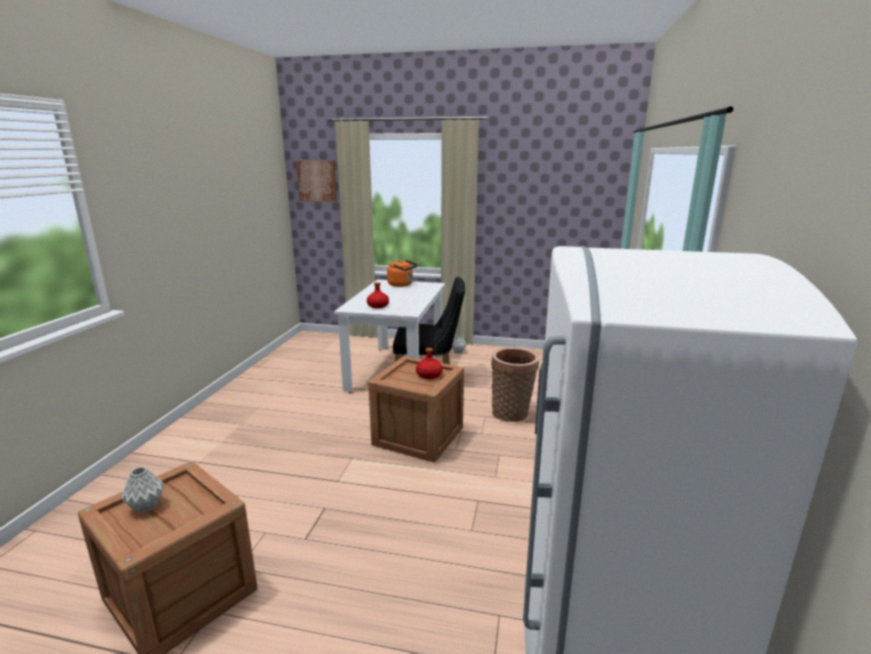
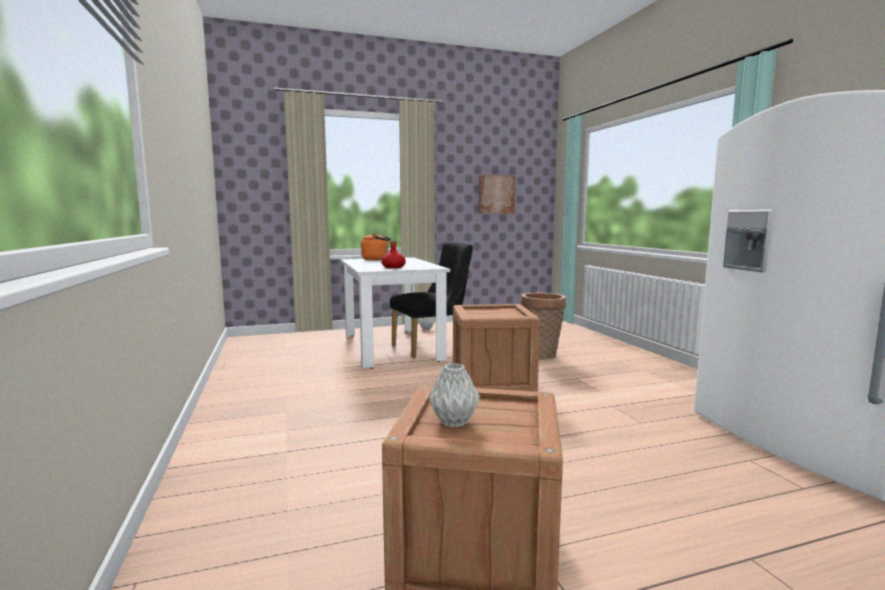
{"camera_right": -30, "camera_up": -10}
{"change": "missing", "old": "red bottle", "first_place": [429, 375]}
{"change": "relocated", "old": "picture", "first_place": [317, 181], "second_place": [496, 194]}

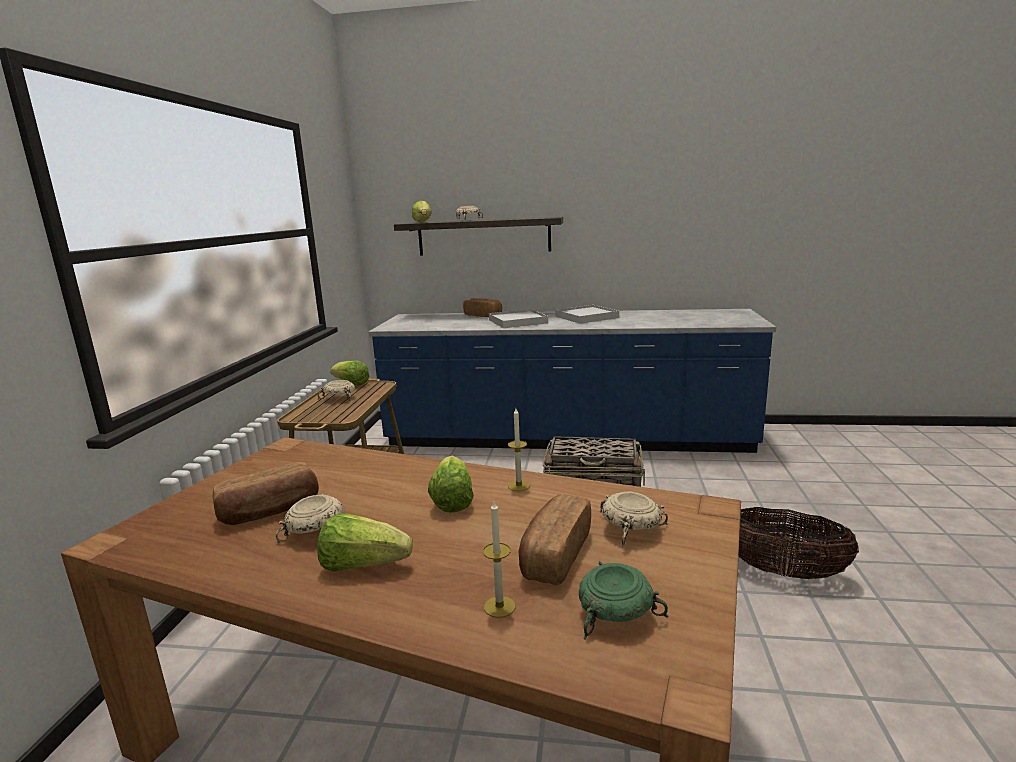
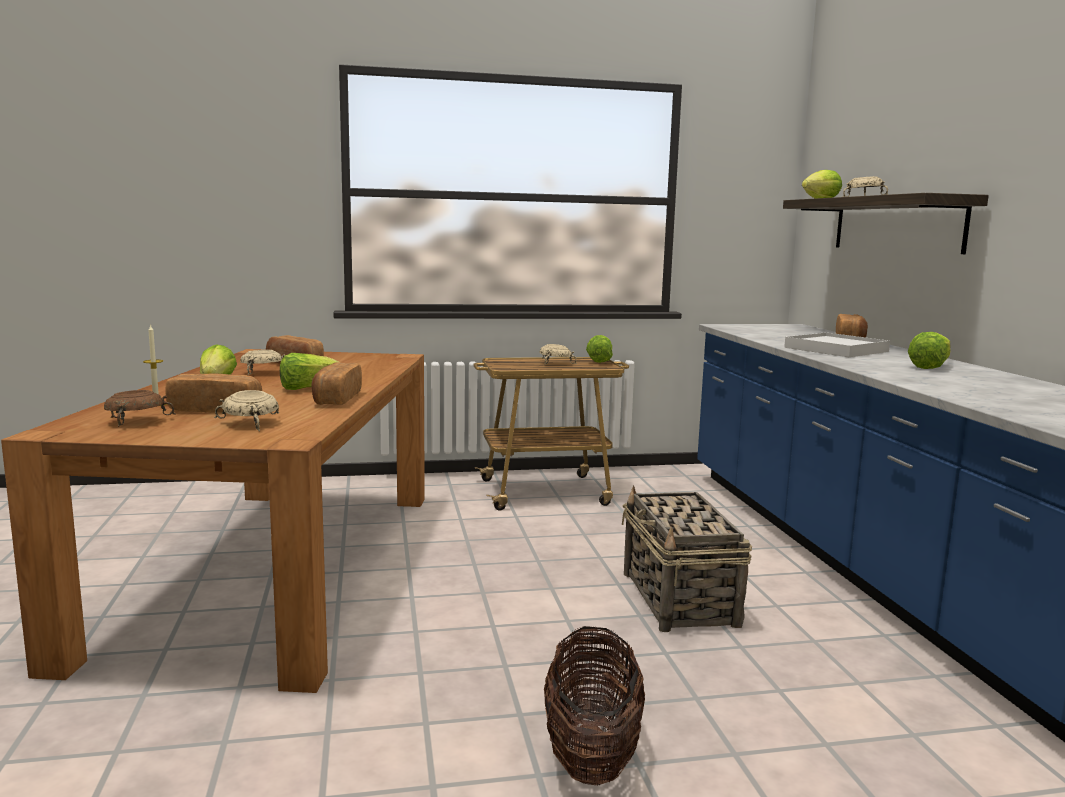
{"camera_right": 70, "camera_up": -5}
{"change": "exchanged", "old": "candle", "new": "bread", "first_place": [519, 486], "second_place": [336, 399]}
{"change": "exchanged", "old": "white tray", "new": "lettuce", "first_place": [586, 317], "second_place": [929, 367]}
{"change": "colour", "old": "green bowl", "new": "brown bowl", "first_place": [615, 612], "second_place": [136, 422]}

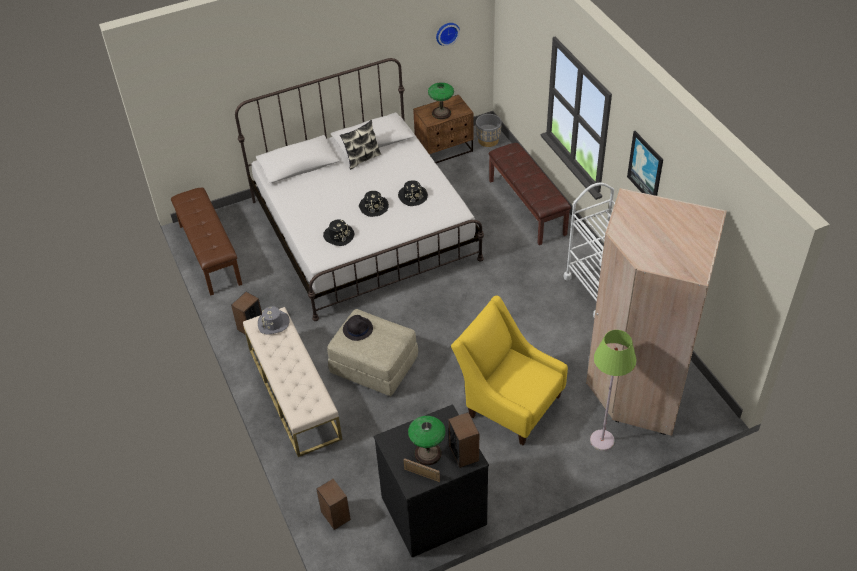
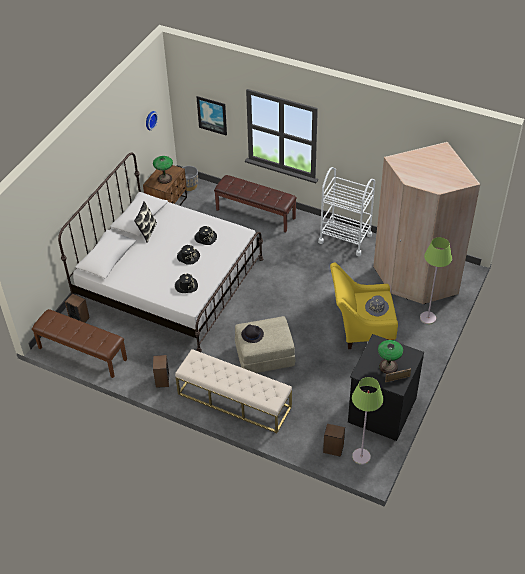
{"camera_right": -40, "camera_up": 0}
{"change": "appeared", "new": "green floor lamp", "second_place": [361, 457]}
{"change": "relocated", "old": "grey hat", "first_place": [273, 323], "second_place": [377, 307]}
{"change": "relocated", "old": "speaker", "first_place": [464, 453], "second_place": [79, 318]}
{"change": "relocated", "old": "picture", "first_place": [646, 168], "second_place": [212, 115]}

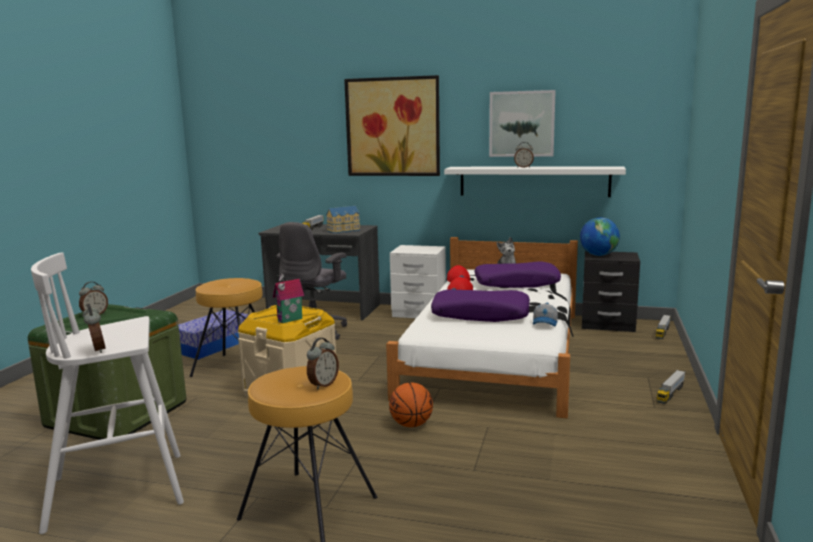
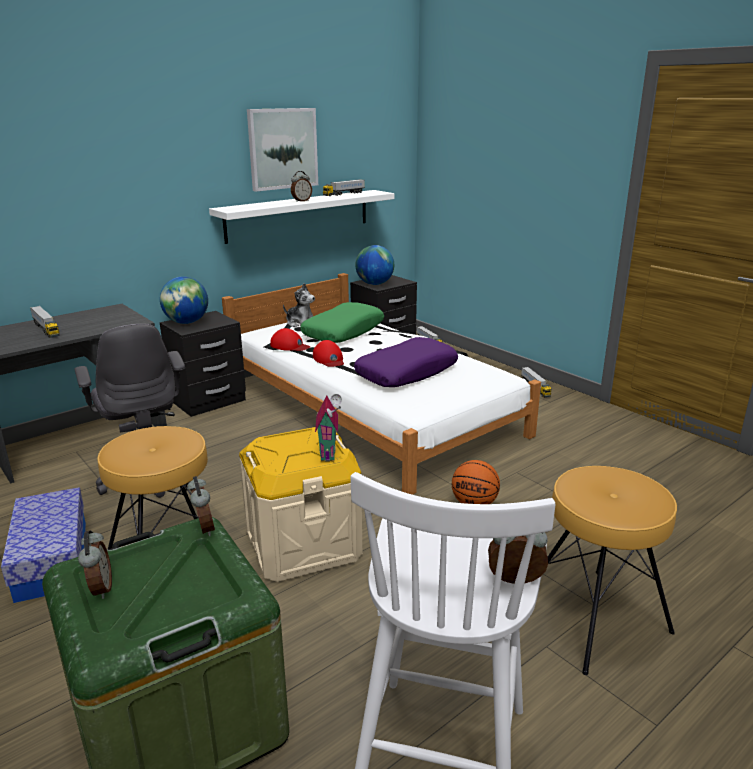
{"camera_right": -55, "camera_up": 10}
{"change": "missing", "old": "toy house", "first_place": [344, 230]}
{"change": "missing", "old": "picture", "first_place": [393, 127]}
{"change": "missing", "old": "cap", "first_place": [545, 323]}
{"change": "appeared", "new": "globe", "second_place": [187, 322]}
{"change": "appeared", "new": "toy truck", "second_place": [344, 194]}
{"change": "relocated", "old": "alarm clock", "first_place": [322, 385], "second_place": [203, 529]}
{"change": "colour", "old": "white nightstand", "new": "black nightstand", "first_place": [419, 313], "second_place": [208, 400]}
{"change": "colour", "old": "purple pillow", "new": "green pillow", "first_place": [516, 283], "second_place": [343, 332]}

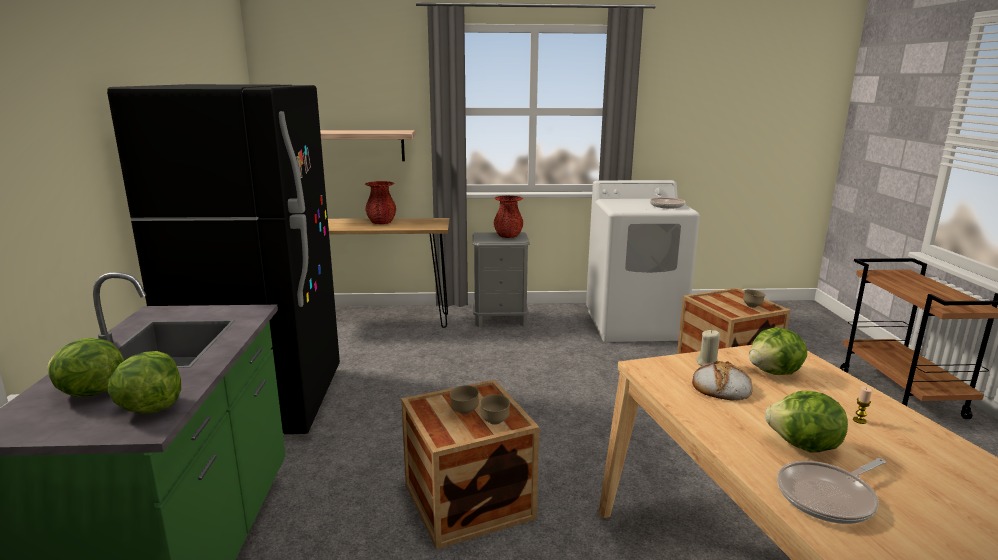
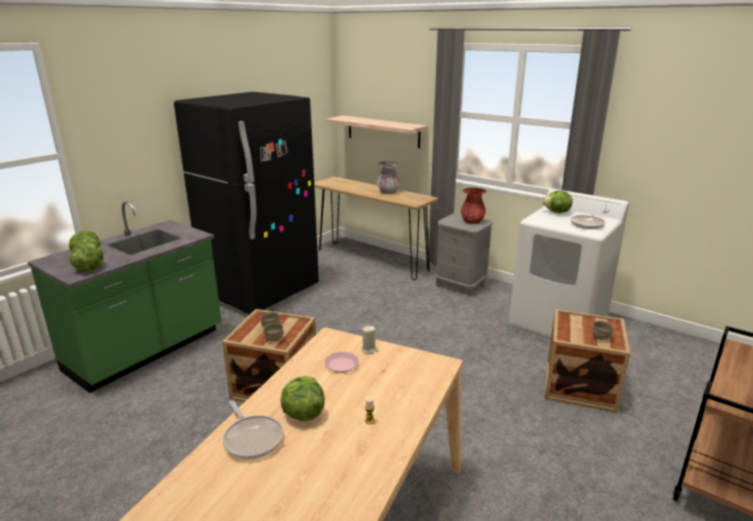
{"camera_right": 40, "camera_up": 5}
{"change": "relocated", "old": "lettuce", "first_place": [774, 373], "second_place": [557, 212]}
{"change": "exchanged", "old": "bread", "new": "pink plate", "first_place": [720, 387], "second_place": [341, 365]}
{"change": "colour", "old": "red vase", "new": "grey vase", "first_place": [381, 222], "second_place": [388, 192]}
{"change": "spun", "old": "frying pan", "first_place": [829, 497], "second_place": [252, 438], "degrees": -135}

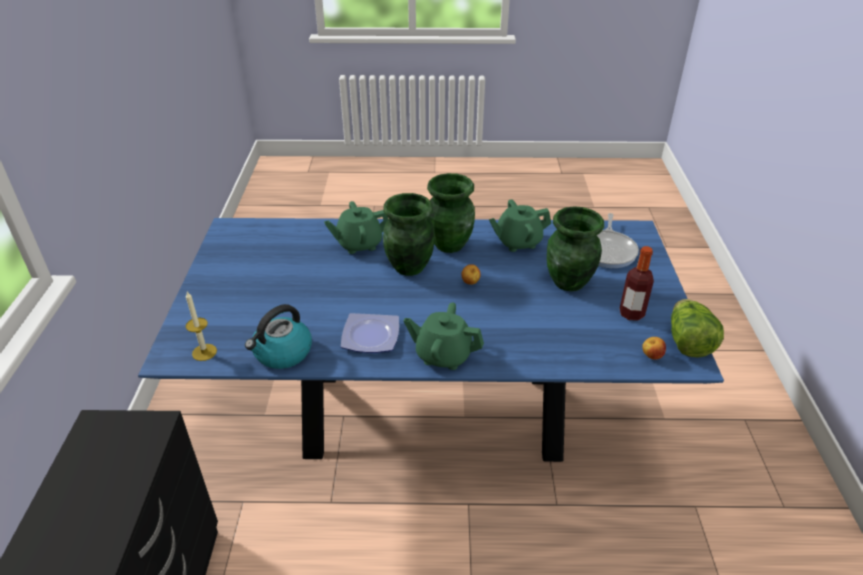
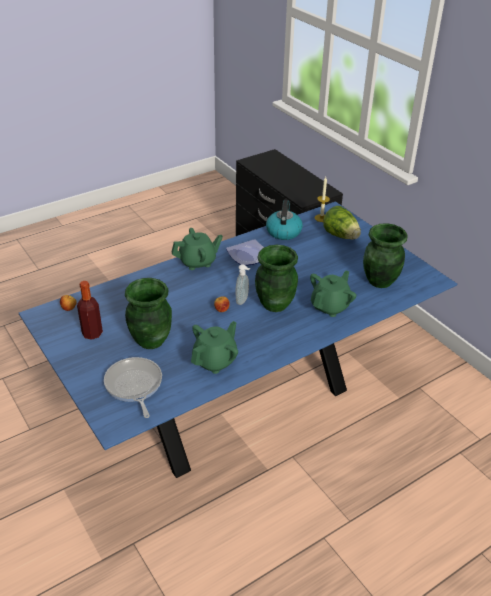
{"camera_right": 145, "camera_up": 0}
{"change": "appeared", "new": "soap dispenser", "second_place": [243, 301]}
{"change": "relocated", "old": "green vase", "first_place": [450, 244], "second_place": [380, 281]}
{"change": "relocated", "old": "lettuce", "first_place": [687, 342], "second_place": [341, 236]}

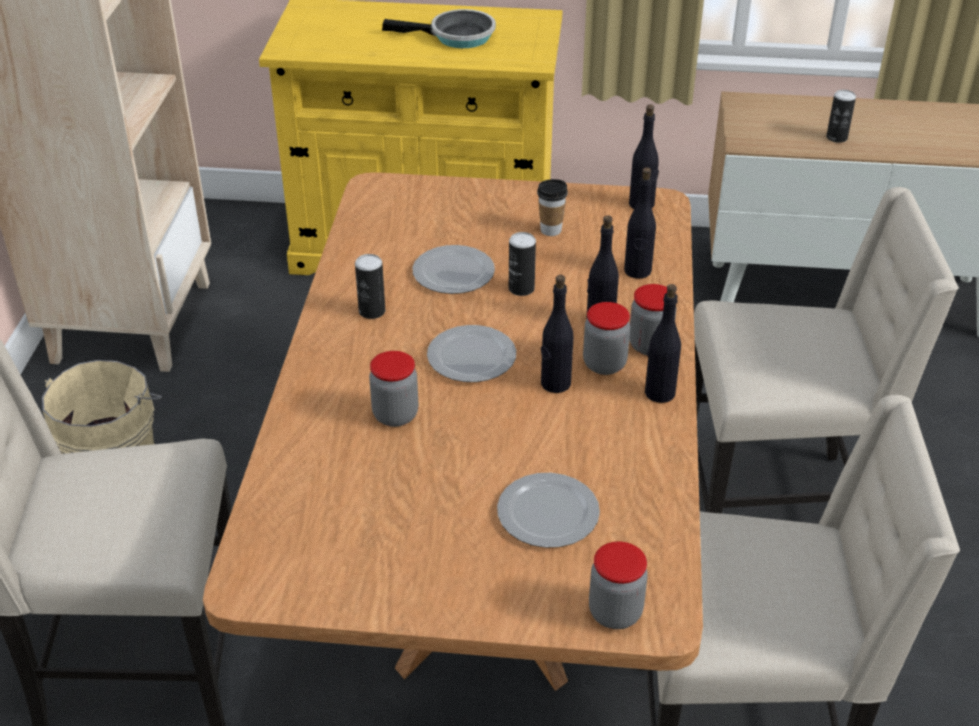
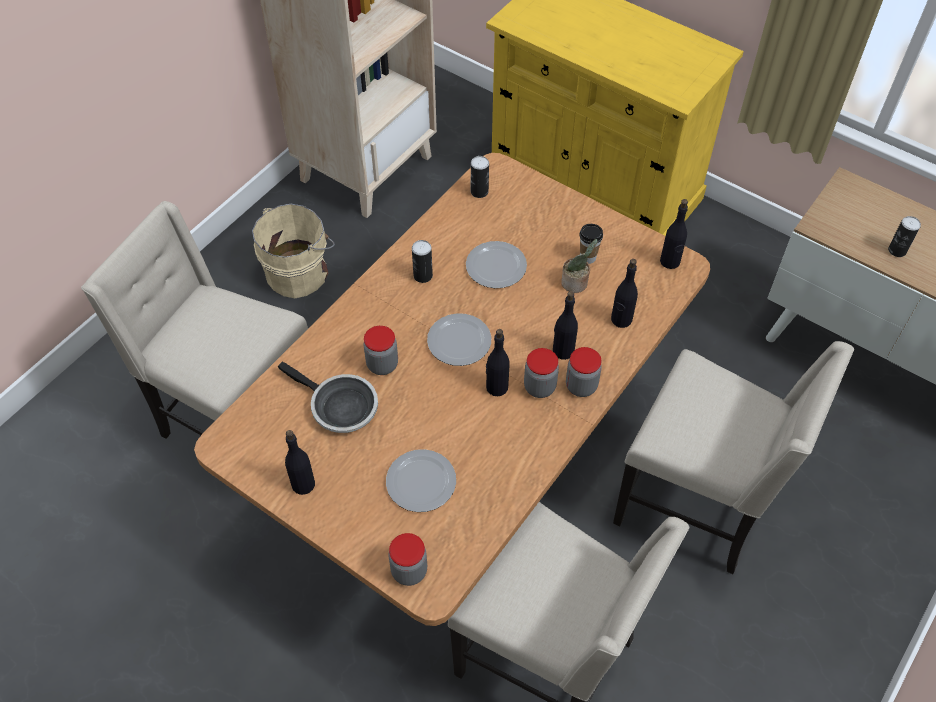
{"camera_right": 30, "camera_up": 15}
{"change": "appeared", "new": "potted plant", "second_place": [576, 283]}
{"change": "relocated", "old": "frying pan", "first_place": [456, 37], "second_place": [339, 407]}
{"change": "relocated", "old": "can", "first_place": [521, 288], "second_place": [479, 191]}
{"change": "relocated", "old": "black bottle", "first_place": [659, 393], "second_place": [303, 484]}

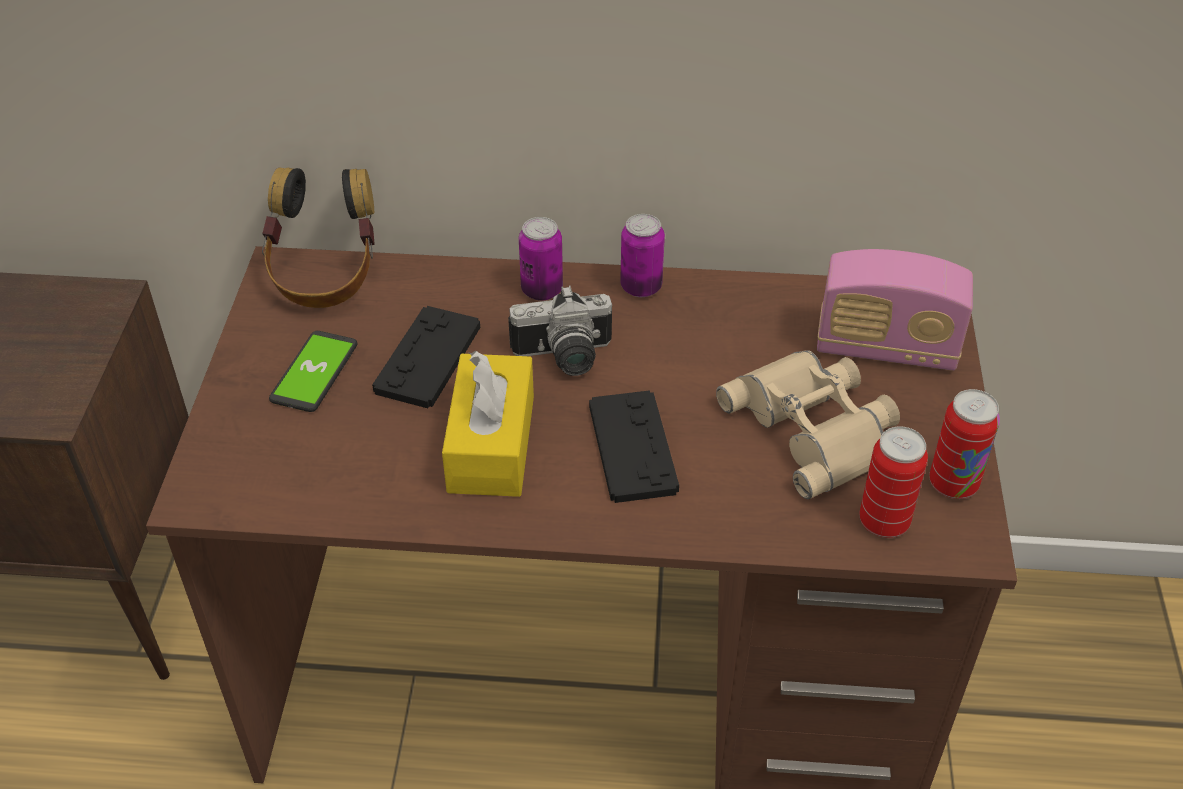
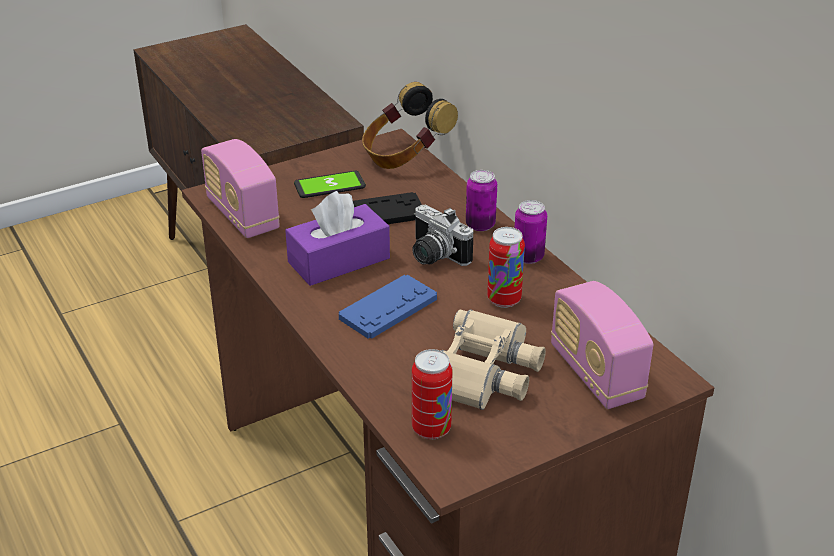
{"camera_right": 55, "camera_up": -10}
{"change": "appeared", "new": "radio", "second_place": [242, 215]}
{"change": "relocated", "old": "can", "first_place": [953, 484], "second_place": [504, 300]}
{"change": "colour", "old": "yellow tissue box", "new": "purple tissue box", "first_place": [491, 444], "second_place": [339, 260]}
{"change": "colour", "old": "black game controller", "new": "blue game controller", "first_place": [632, 448], "second_place": [388, 308]}

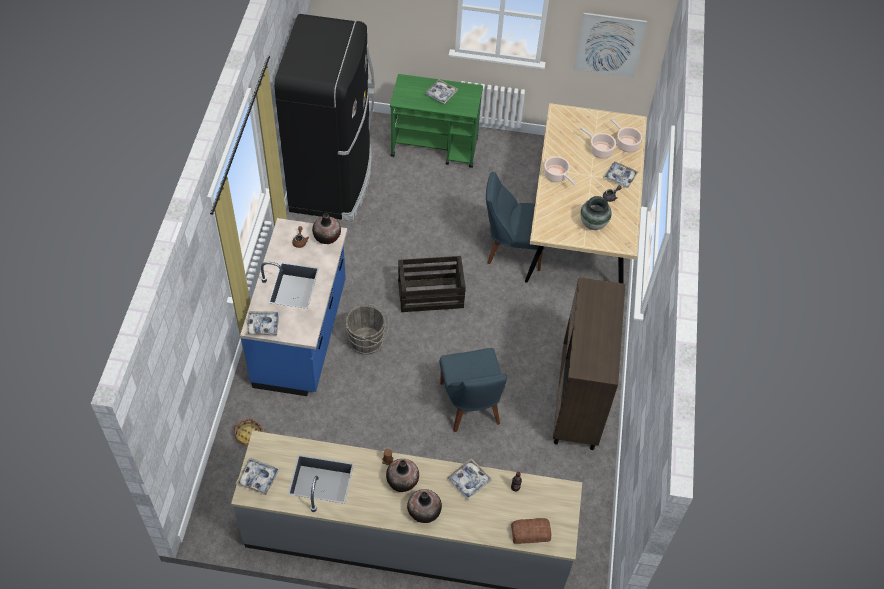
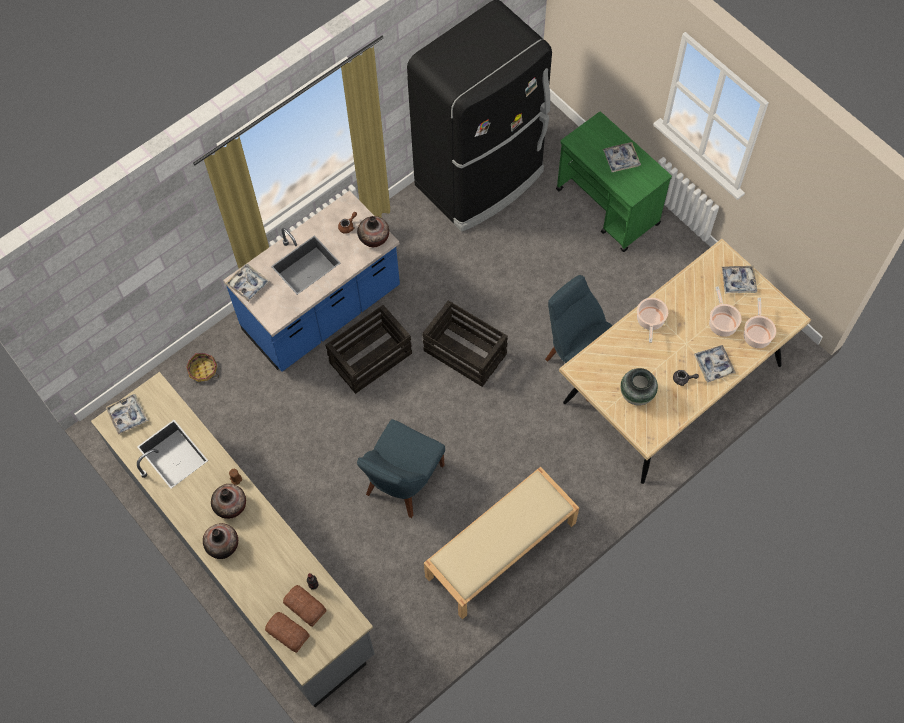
{"camera_right": 45, "camera_up": 10}
{"change": "missing", "old": "picture", "first_place": [609, 45]}
{"change": "appeared", "new": "bread", "second_place": [304, 607]}
{"change": "relocated", "old": "tray", "first_place": [469, 481], "second_place": [738, 281]}
{"change": "exchanged", "old": "grey bucket", "new": "crate", "first_place": [368, 341], "second_place": [371, 357]}
{"change": "exchanged", "old": "brown cabinet", "new": "beige bench", "first_place": [578, 400], "second_place": [500, 551]}

